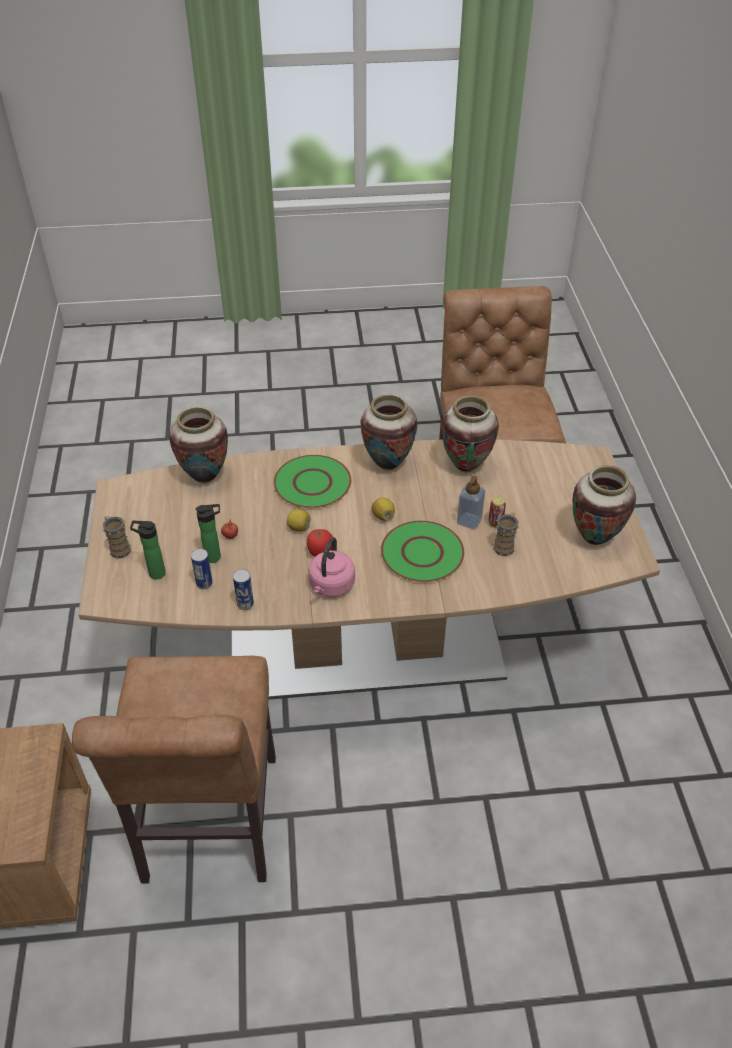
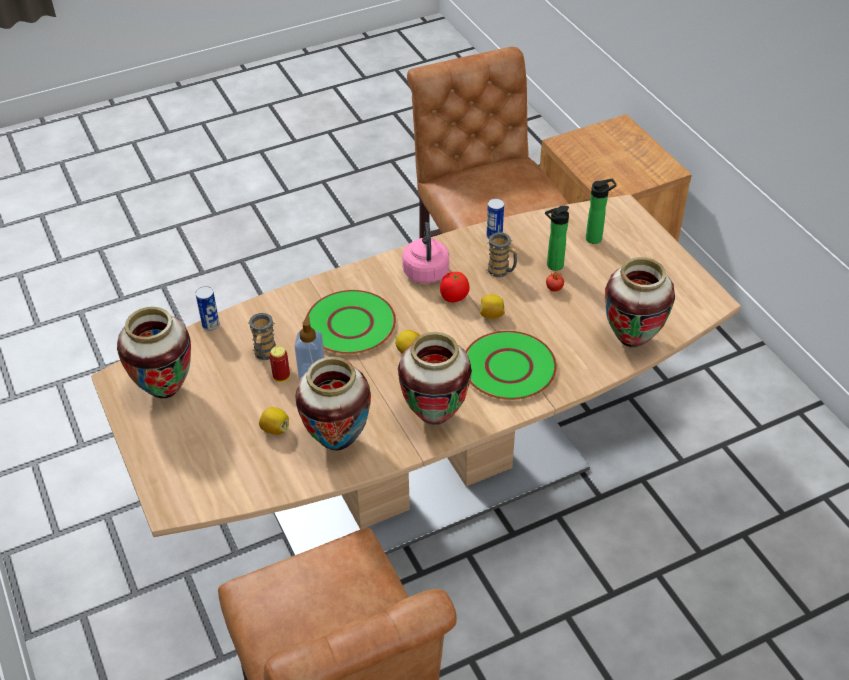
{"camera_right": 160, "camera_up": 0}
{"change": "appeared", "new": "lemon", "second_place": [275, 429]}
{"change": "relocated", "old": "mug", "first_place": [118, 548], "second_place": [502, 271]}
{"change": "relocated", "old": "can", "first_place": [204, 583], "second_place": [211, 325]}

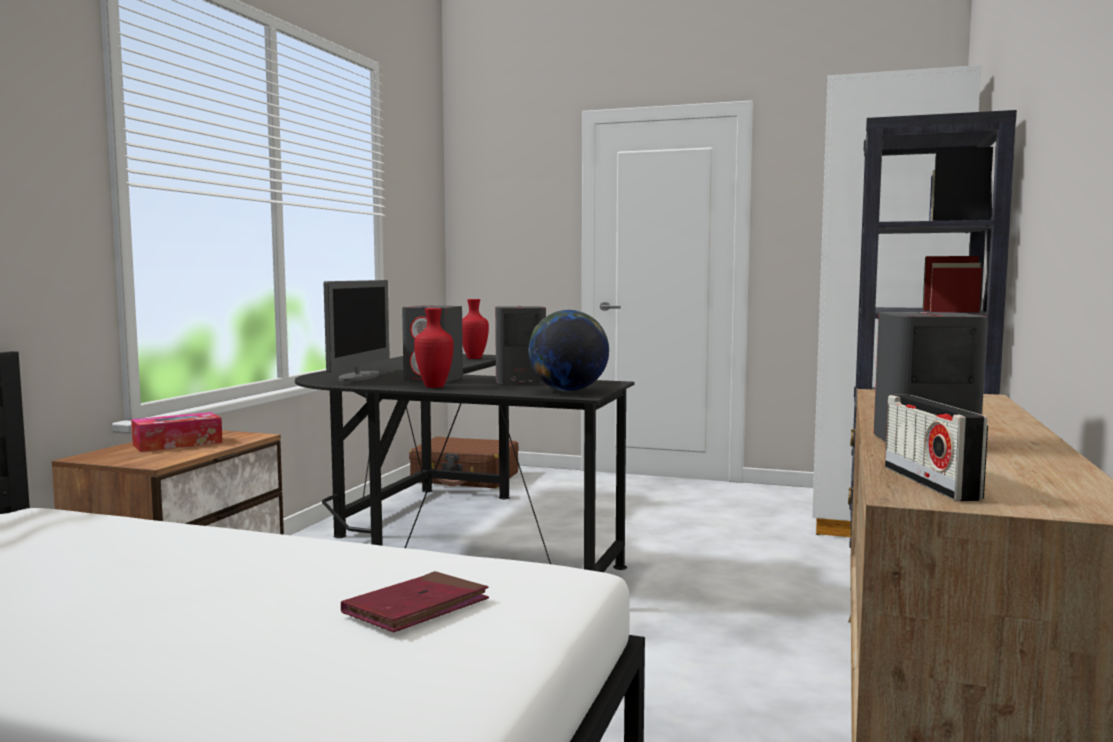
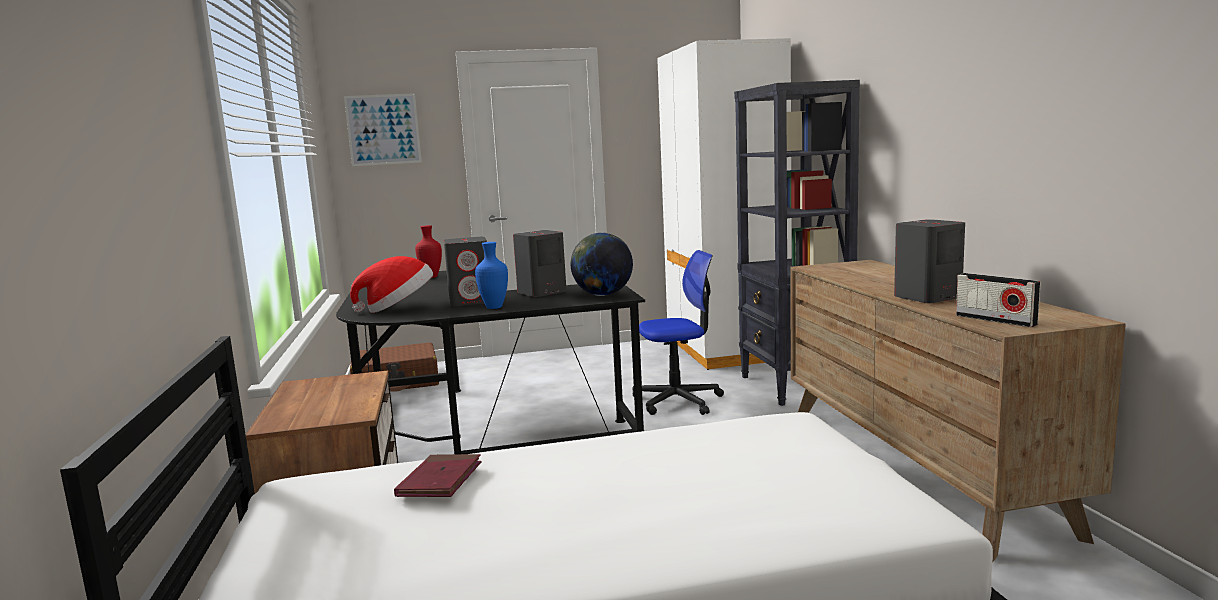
{"camera_right": -30, "camera_up": 5}
{"change": "missing", "old": "tissue box", "first_place": [177, 444]}
{"change": "appeared", "new": "picture", "second_place": [383, 129]}
{"change": "appeared", "new": "office chair", "second_place": [678, 401]}
{"change": "relocated", "old": "red book", "first_place": [416, 608], "second_place": [440, 480]}
{"change": "exchanged", "old": "monitor", "new": "hat", "first_place": [359, 377], "second_place": [398, 308]}
{"change": "colour", "old": "red vase", "new": "blue vase", "first_place": [433, 387], "second_place": [493, 307]}

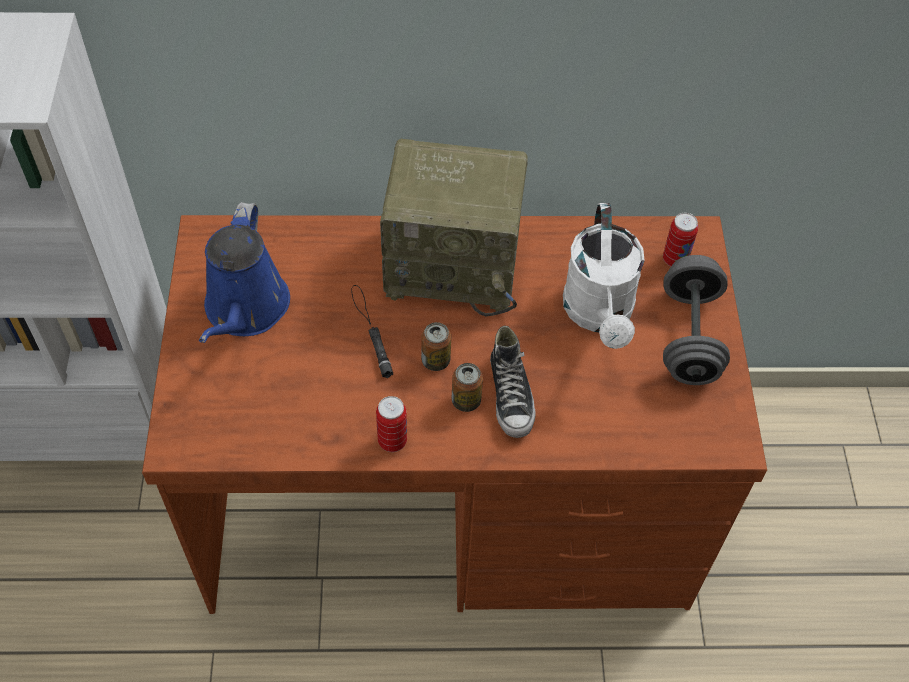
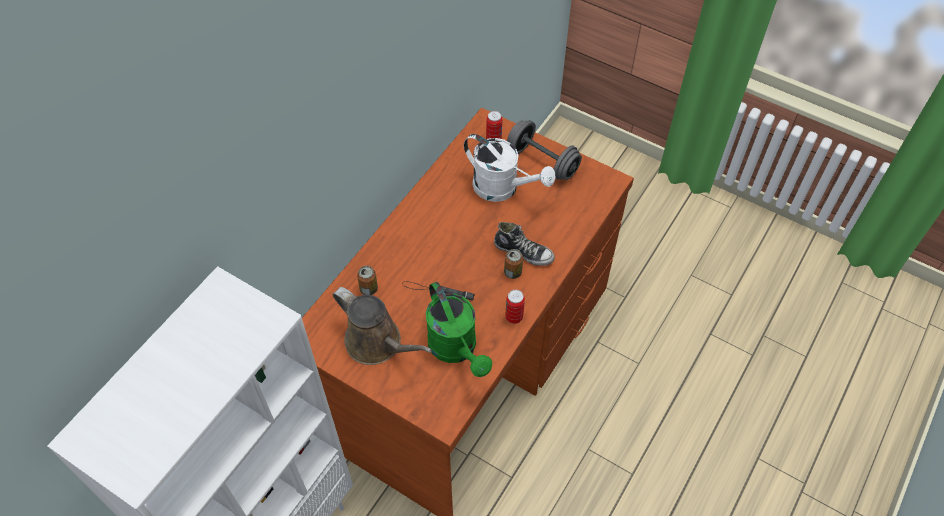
{"camera_right": -55, "camera_up": 0}
{"change": "missing", "old": "radio", "first_place": [455, 264]}
{"change": "appeared", "new": "green watering can", "second_place": [457, 349]}
{"change": "relocated", "old": "can", "first_place": [435, 360], "second_place": [368, 289]}
{"change": "colour", "old": "blue watering can", "new": "brown watering can", "first_place": [245, 310], "second_place": [377, 343]}

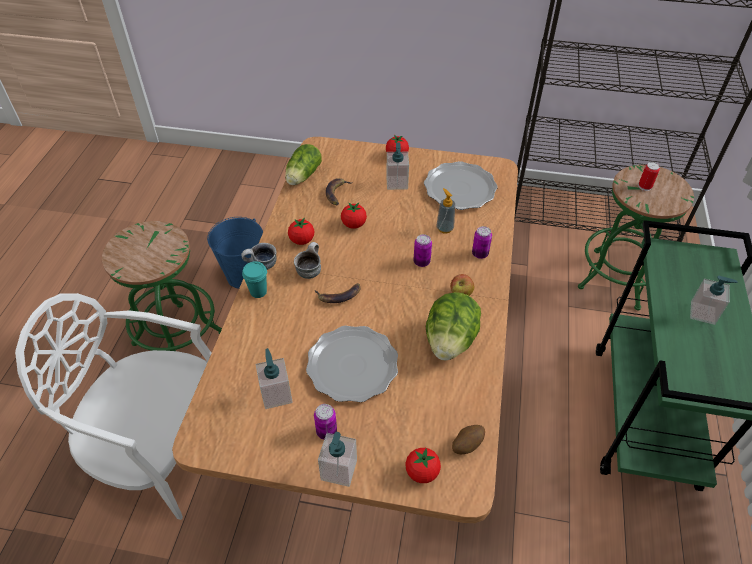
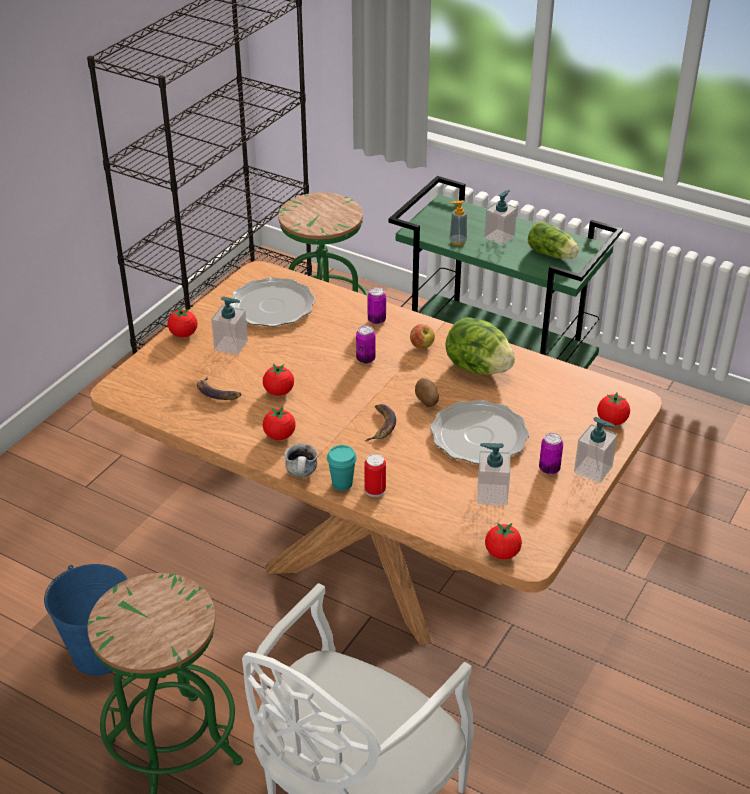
{"camera_right": -70, "camera_up": -10}
{"change": "missing", "old": "mug", "first_place": [309, 270]}
{"change": "appeared", "new": "tomato", "second_place": [502, 553]}
{"change": "relocated", "old": "lettuce", "first_place": [302, 176], "second_place": [553, 255]}
{"change": "relocated", "old": "soap dispenser", "first_place": [444, 228], "second_place": [457, 242]}
{"change": "relocated", "old": "potato", "first_place": [466, 445], "second_place": [426, 401]}
{"change": "relocated", "old": "can", "first_place": [644, 186], "second_place": [375, 490]}

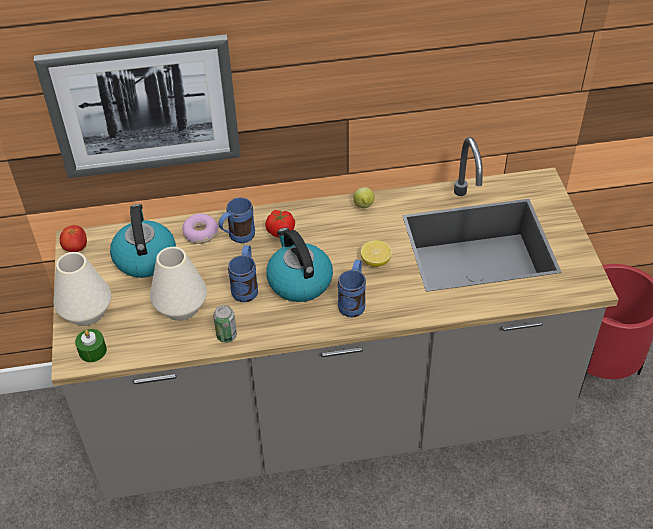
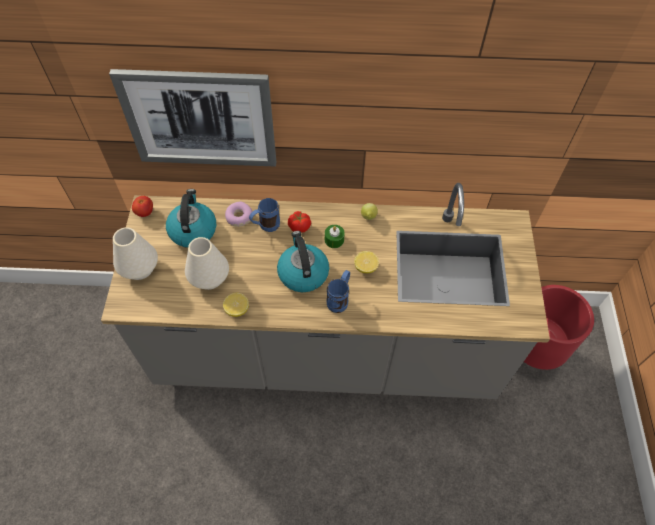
{"camera_right": 10, "camera_up": 10}
{"change": "missing", "old": "blue mug", "first_place": [246, 287]}
{"change": "relocated", "old": "green candle", "first_place": [92, 351], "second_place": [334, 240]}
{"change": "exchanged", "old": "can", "new": "lemon", "first_place": [226, 336], "second_place": [237, 309]}

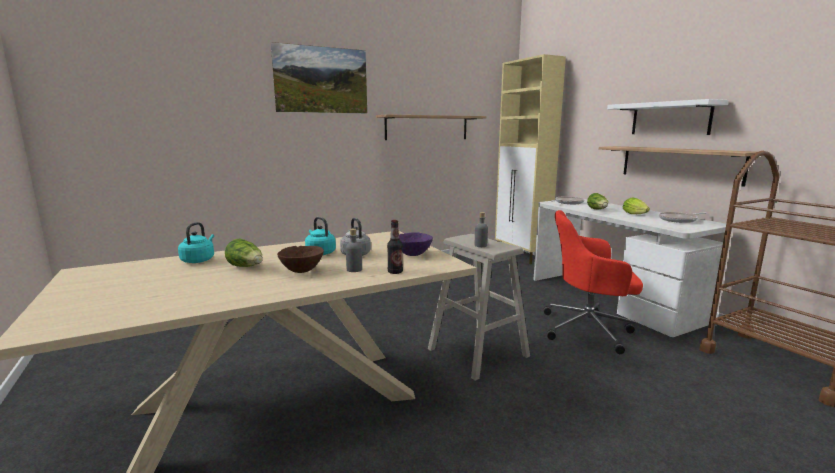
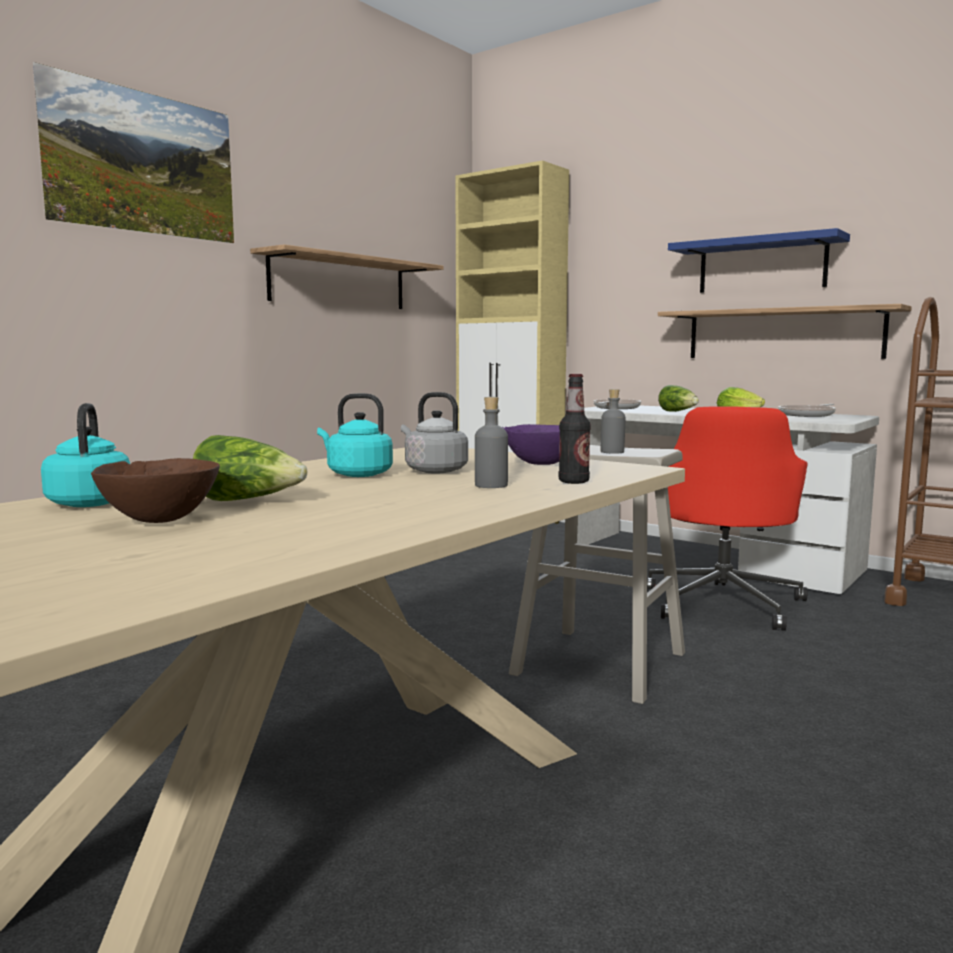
{"camera_right": -25, "camera_up": -5}
{"change": "relocated", "old": "brown bowl", "first_place": [302, 271], "second_place": [162, 520]}
{"change": "colour", "old": "white shelf", "new": "blue shelf", "first_place": [670, 118], "second_place": [762, 265]}
{"change": "spun", "old": "red office chair", "first_place": [588, 329], "second_place": [723, 603], "degrees": -60}

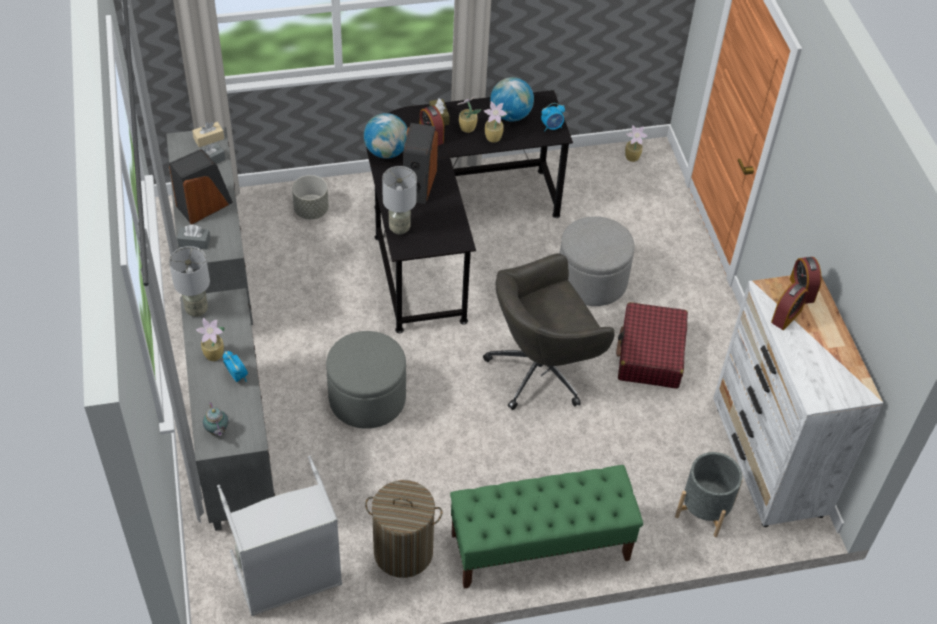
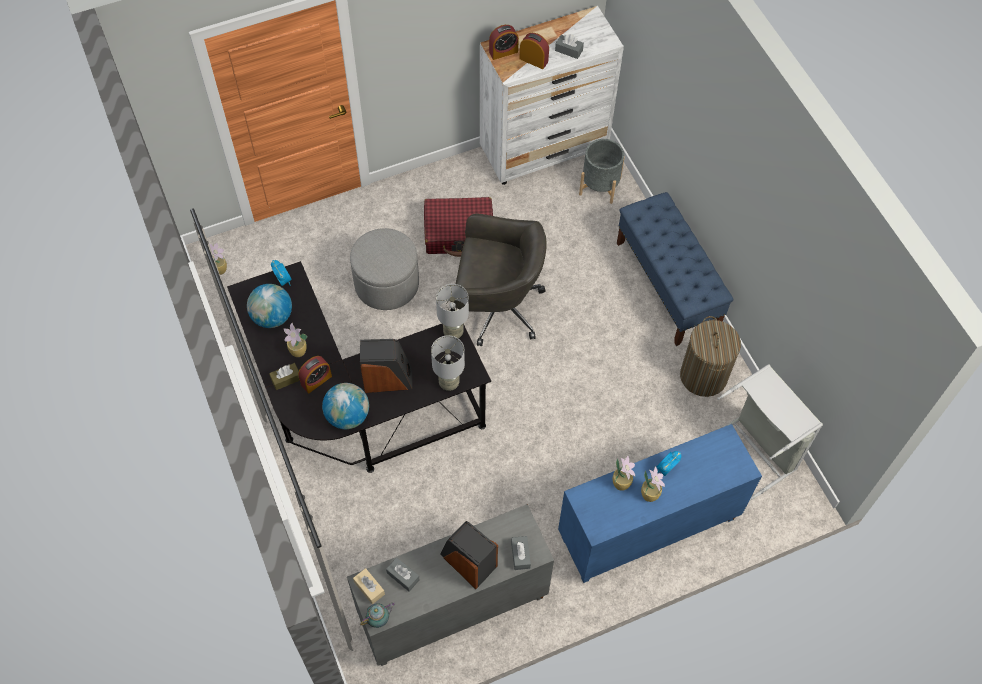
{"camera_right": -100, "camera_up": 10}
{"change": "missing", "old": "grey planter", "first_place": [311, 210]}
{"change": "missing", "old": "grey ottoman", "first_place": [367, 398]}
{"change": "appeared", "new": "grey tissue box", "second_place": [568, 50]}
{"change": "relocated", "old": "grey table lamp", "first_place": [196, 310], "second_place": [453, 332]}
{"change": "relocated", "old": "teapot", "first_place": [217, 431], "second_place": [379, 619]}
{"change": "relocated", "old": "potted plant", "first_place": [494, 138], "second_place": [621, 482]}
{"change": "colour", "old": "grey cabinet", "new": "blue cabinet", "first_place": [234, 446], "second_place": [647, 530]}
{"change": "colour", "old": "green bench", "new": "blue bench", "first_place": [539, 547], "second_place": [667, 285]}
{"change": "spun", "old": "grey office chair", "first_place": [542, 369], "second_place": [496, 307], "degrees": -45}

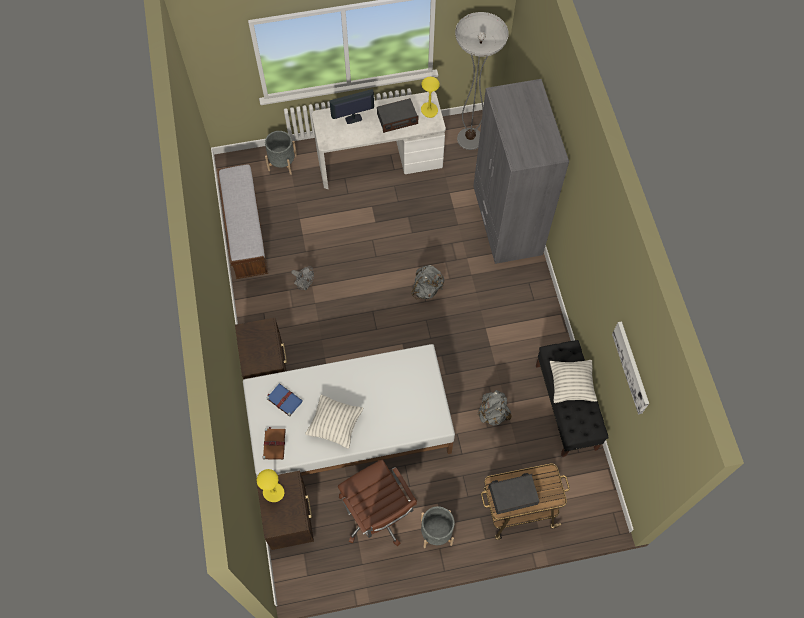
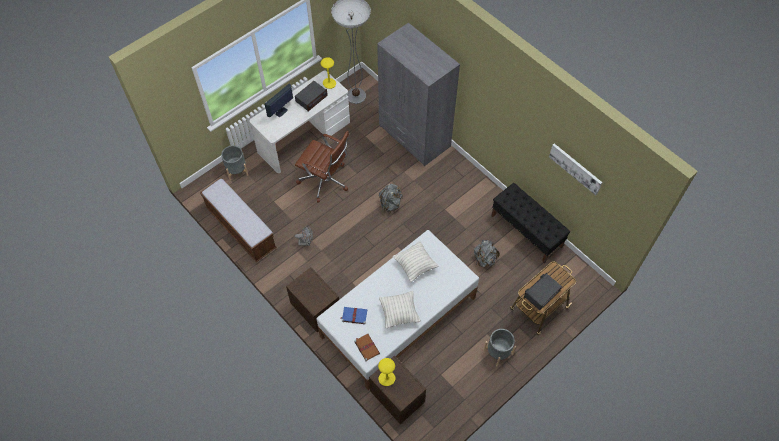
{"camera_right": -30, "camera_up": -5}
{"change": "relocated", "old": "brown office chair", "first_place": [378, 514], "second_place": [325, 181]}
{"change": "relocated", "old": "pillow", "first_place": [571, 385], "second_place": [415, 265]}

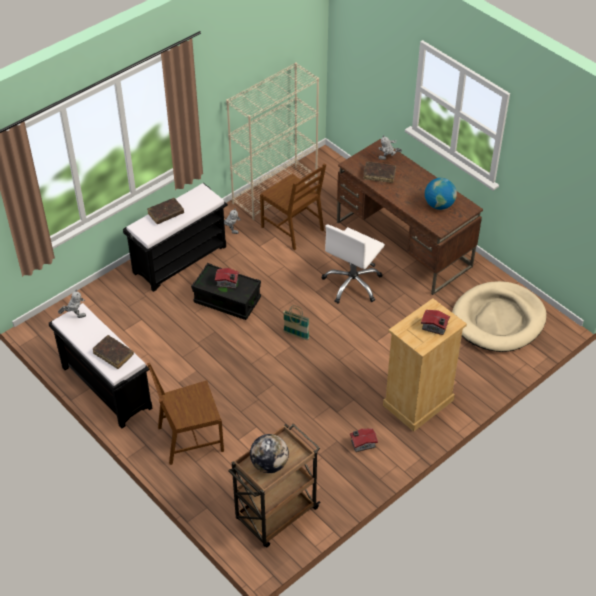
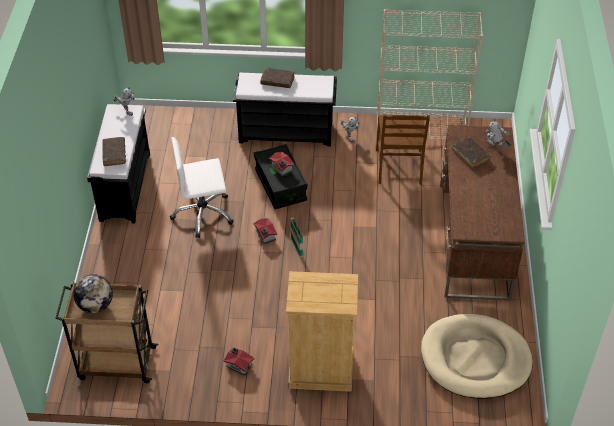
{"camera_right": 45, "camera_up": 0}
{"change": "missing", "old": "brown chair", "first_place": [190, 439]}
{"change": "missing", "old": "globe", "first_place": [439, 205]}
{"change": "relocated", "old": "white office chair", "first_place": [352, 284], "second_place": [203, 214]}
{"change": "relocated", "old": "toy house", "first_place": [435, 327], "second_place": [265, 236]}

